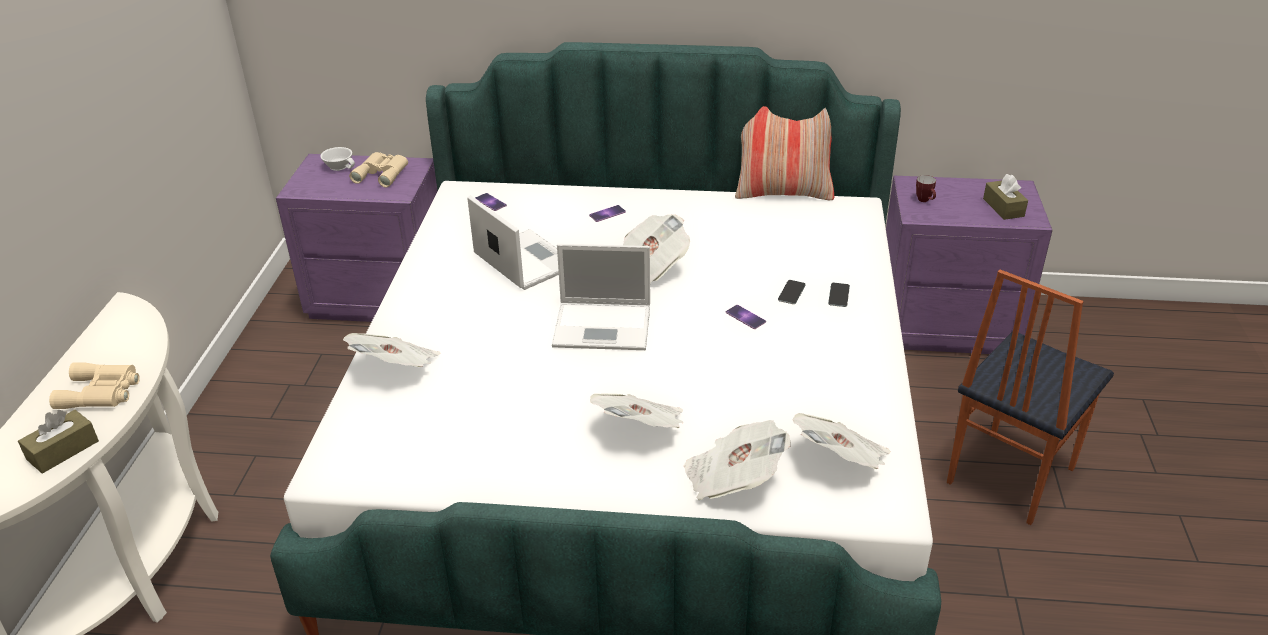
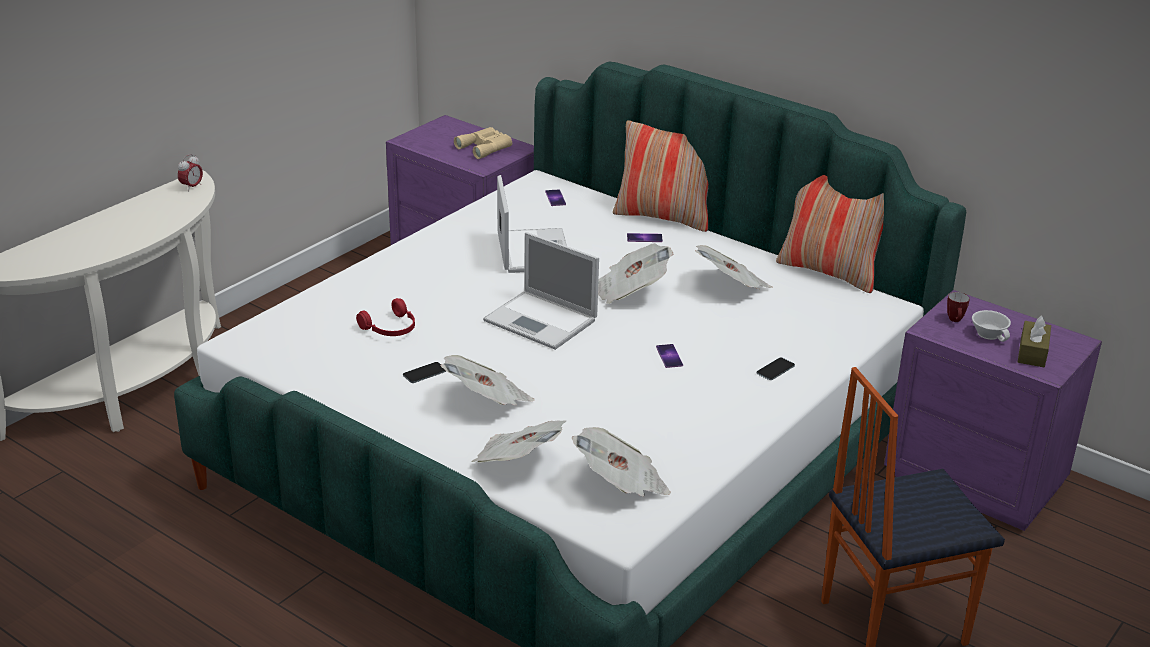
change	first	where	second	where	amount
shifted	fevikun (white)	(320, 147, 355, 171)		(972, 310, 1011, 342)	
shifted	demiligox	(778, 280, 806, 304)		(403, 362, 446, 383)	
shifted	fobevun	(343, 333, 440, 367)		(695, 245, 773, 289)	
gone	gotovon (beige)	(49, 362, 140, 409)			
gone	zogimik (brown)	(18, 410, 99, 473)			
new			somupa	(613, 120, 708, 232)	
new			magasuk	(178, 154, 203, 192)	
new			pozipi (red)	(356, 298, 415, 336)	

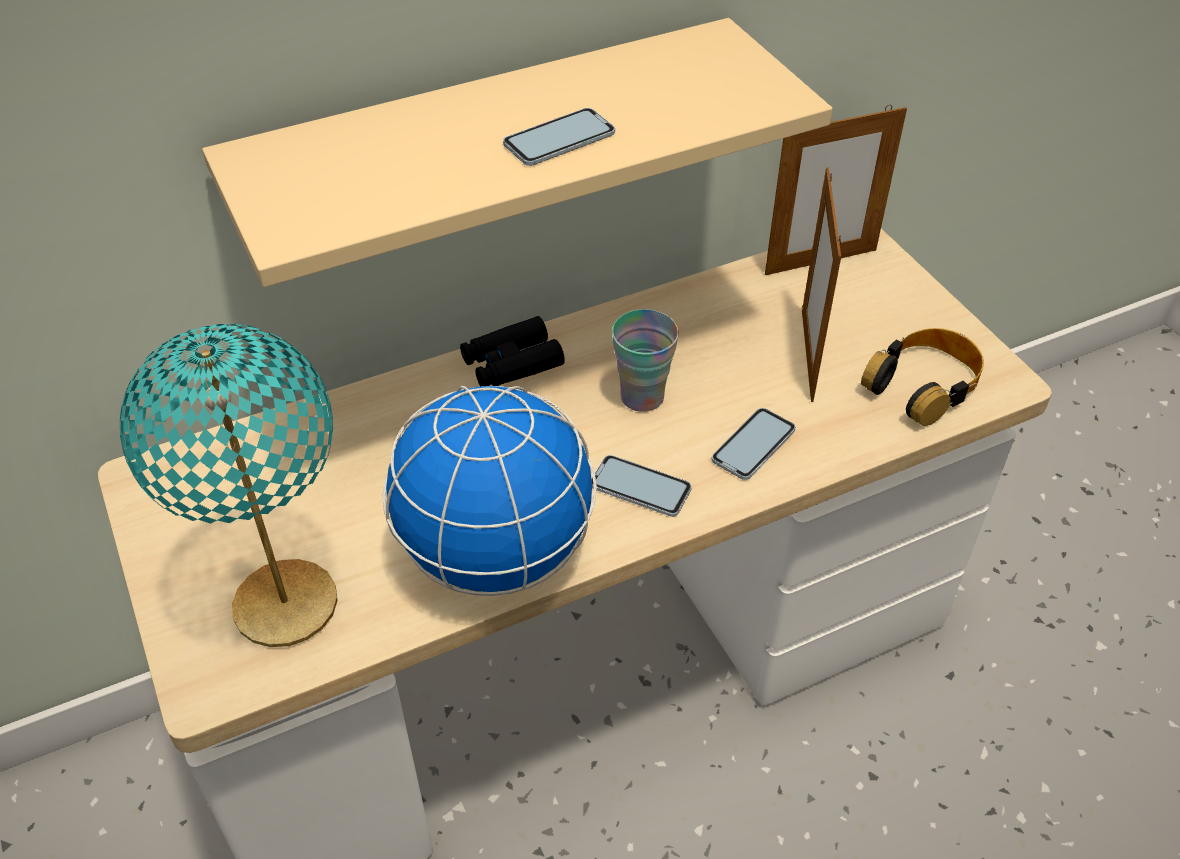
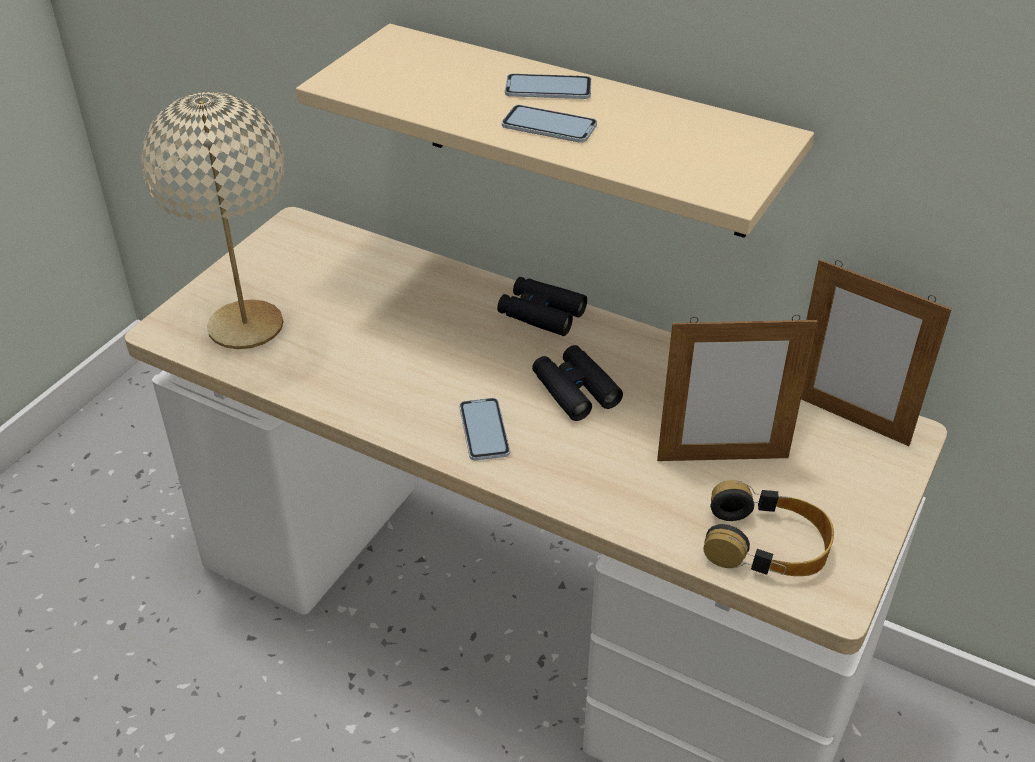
change	first	where	second	where	amount
rotated	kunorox	(802, 167, 841, 402)		(657, 315, 818, 461)	150 degrees counterclockwise
swapped	fevikun	(612, 309, 679, 412)	gotovon (black)	(532, 345, 623, 421)	
repainted	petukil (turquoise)	(120, 324, 338, 647)	petukil (beige)	(141, 92, 285, 349)	
gone	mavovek	(382, 386, 597, 596)			
shifted	demiligox	(711, 408, 796, 480)		(505, 74, 592, 99)	

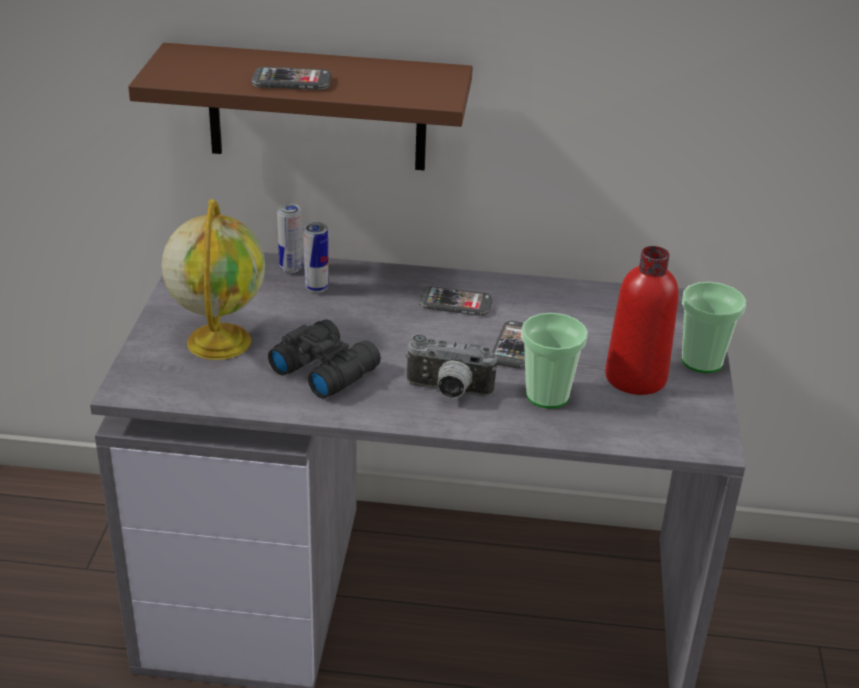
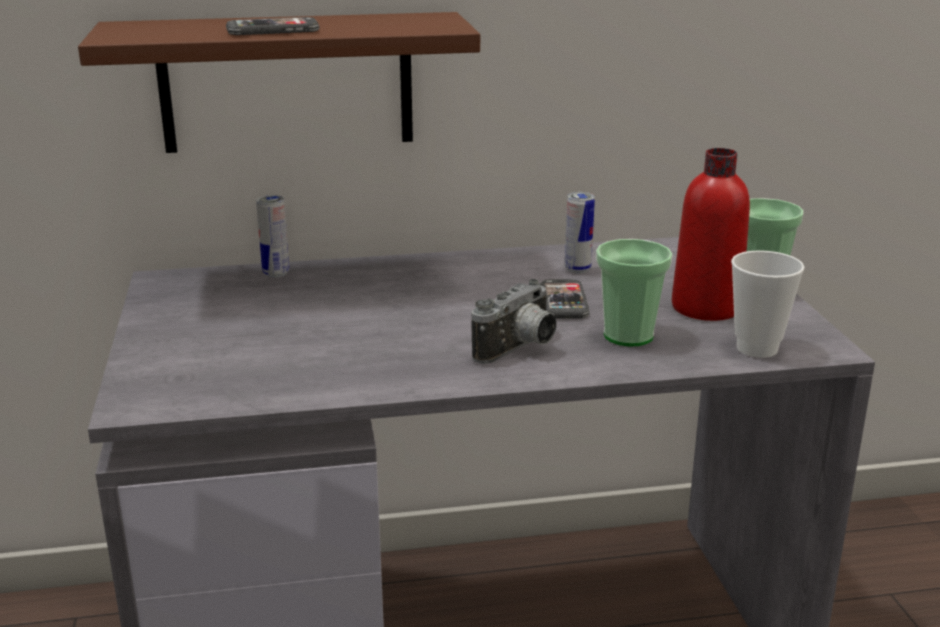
change	first	where	second	where	amount
gone	mavovek	(162, 199, 265, 360)			
shifted	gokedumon	(303, 222, 329, 293)		(565, 192, 595, 274)	
gone	demiligox	(419, 286, 493, 316)			
gone	gotovon (black)	(268, 319, 381, 398)			
rotated	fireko	(405, 335, 497, 398)		(471, 279, 557, 364)	45 degrees counterclockwise
new			fevikun	(731, 250, 804, 358)	

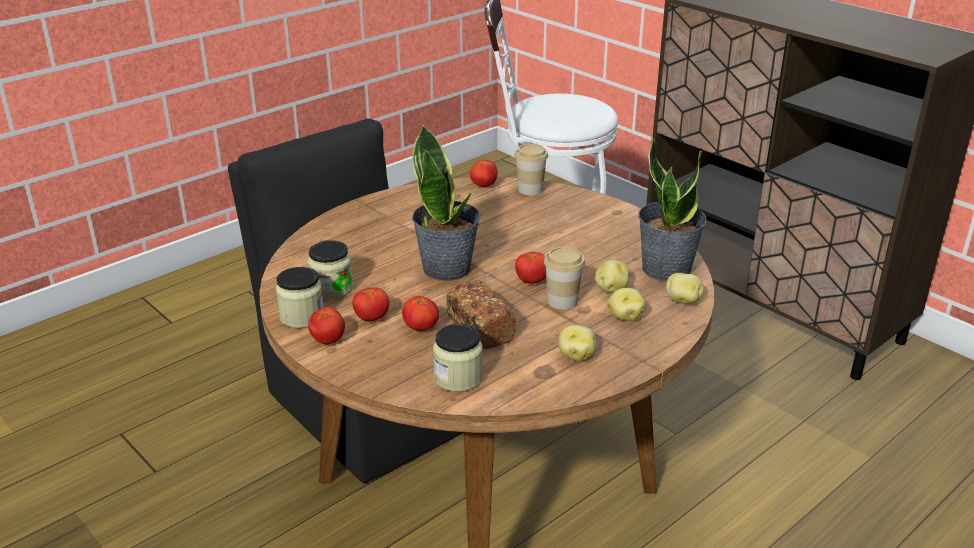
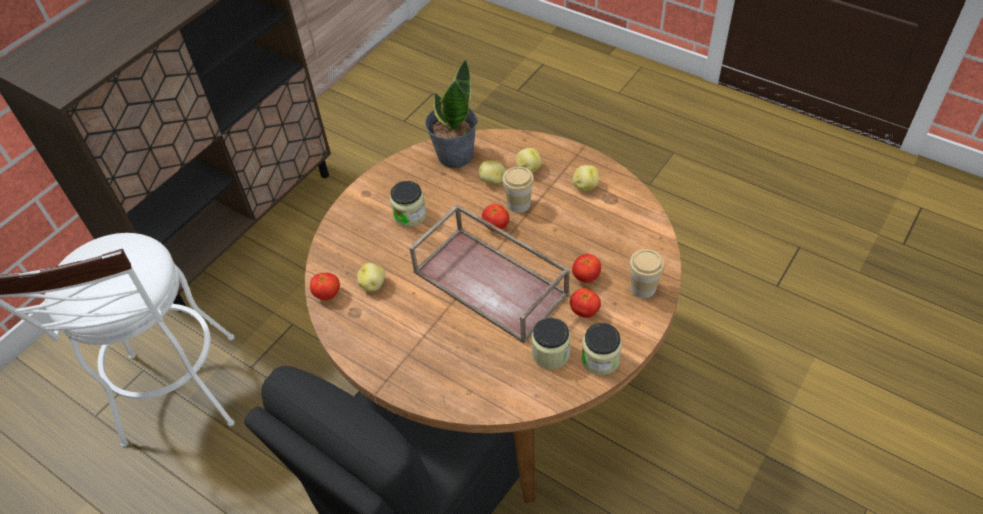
change	first	where	second	where	amount
swapped	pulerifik	(412, 124, 481, 281)	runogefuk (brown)	(409, 204, 570, 343)	
shifted	fevikun	(514, 144, 548, 195)		(629, 249, 664, 298)	
shifted	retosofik	(666, 273, 704, 304)		(357, 263, 385, 292)	
gone	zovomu	(446, 280, 516, 349)			
gone	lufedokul	(308, 308, 345, 344)			
shifted	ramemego	(433, 324, 483, 392)		(390, 181, 426, 227)	

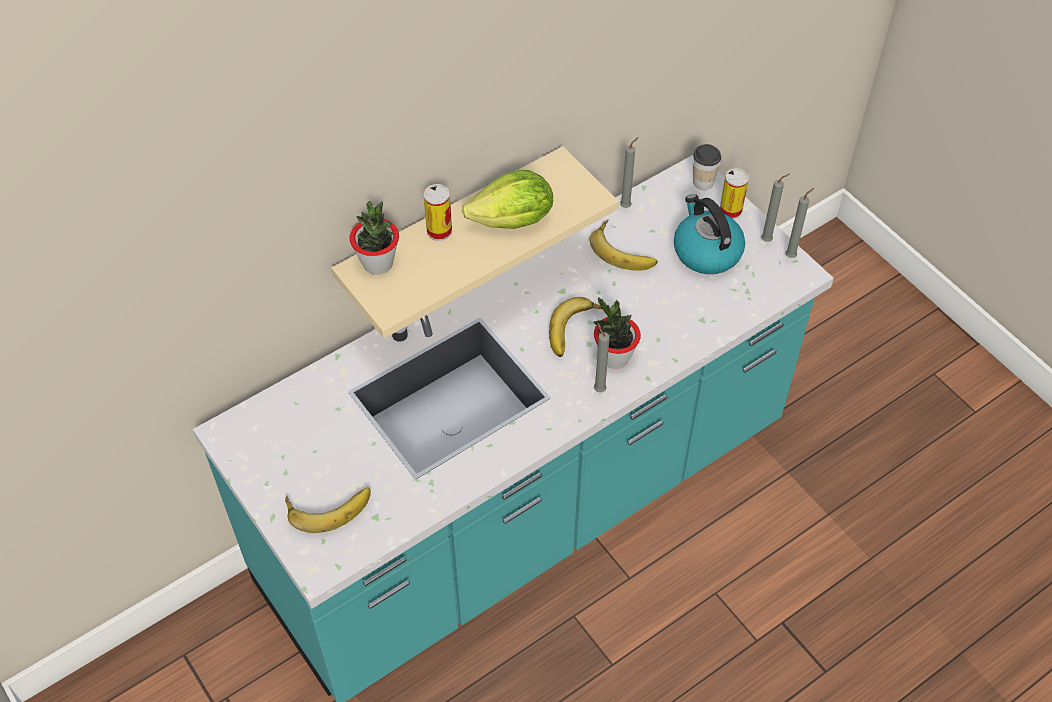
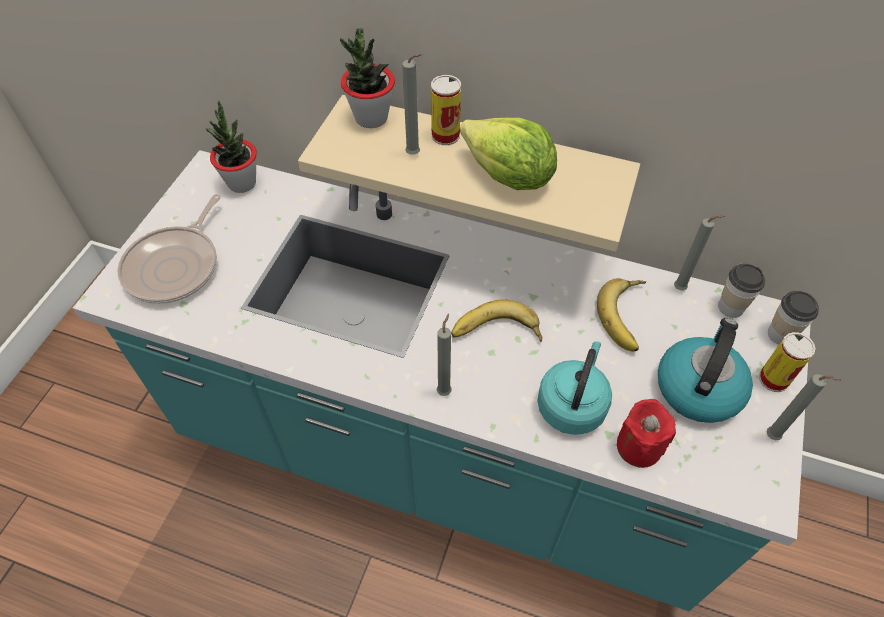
change	first	where	second	where	amount
shifted	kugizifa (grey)	(785, 188, 814, 258)		(402, 54, 422, 155)	
shifted	pulerifik	(594, 297, 641, 369)		(206, 100, 257, 193)	
swapped	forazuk	(285, 487, 371, 533)	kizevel	(117, 194, 221, 304)	
new			fevikun	(718, 264, 765, 318)	
new			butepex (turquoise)	(537, 341, 612, 435)	
new			kugizifa (red)	(617, 399, 676, 468)	

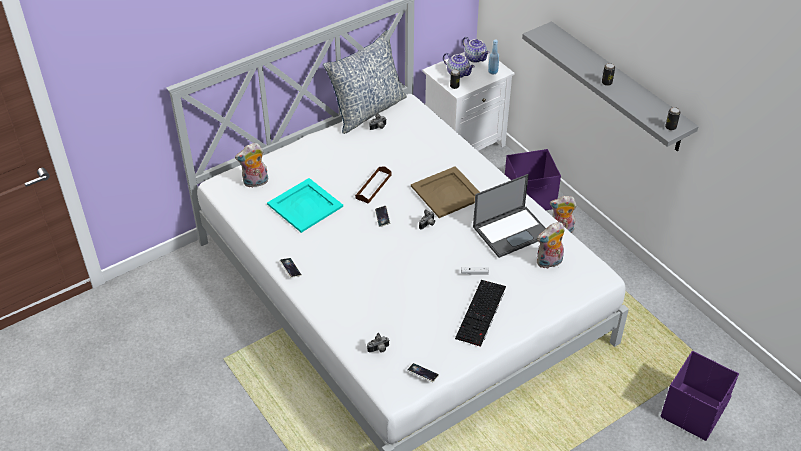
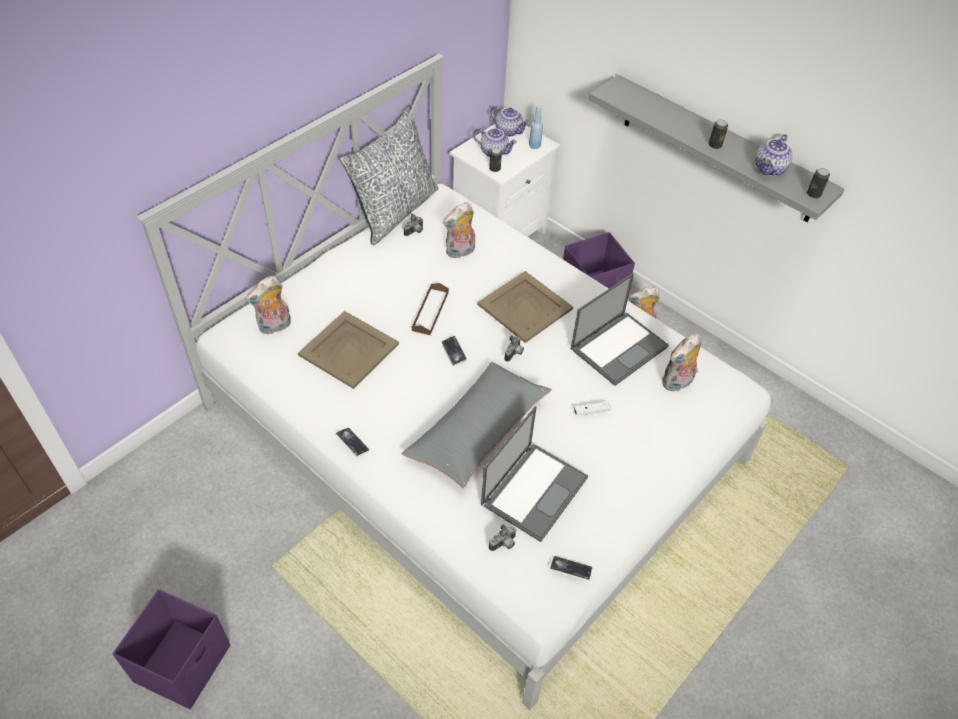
change	first	where	second	where	amount
repainted	runogefuk (turquoise)	(267, 178, 343, 233)	runogefuk (beige)	(298, 311, 399, 389)	
gone	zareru	(455, 280, 506, 347)			
shifted	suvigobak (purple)	(661, 351, 739, 441)		(112, 589, 230, 709)	
new			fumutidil	(755, 134, 793, 176)	
new			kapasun	(443, 202, 475, 258)	
new			somupa (grey)	(402, 362, 552, 488)	
new			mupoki	(481, 406, 588, 542)	

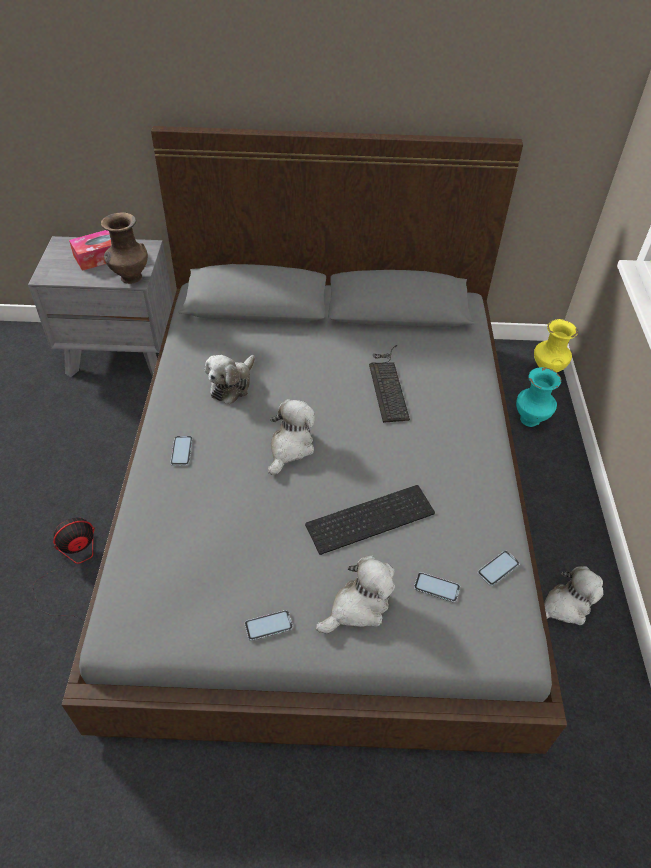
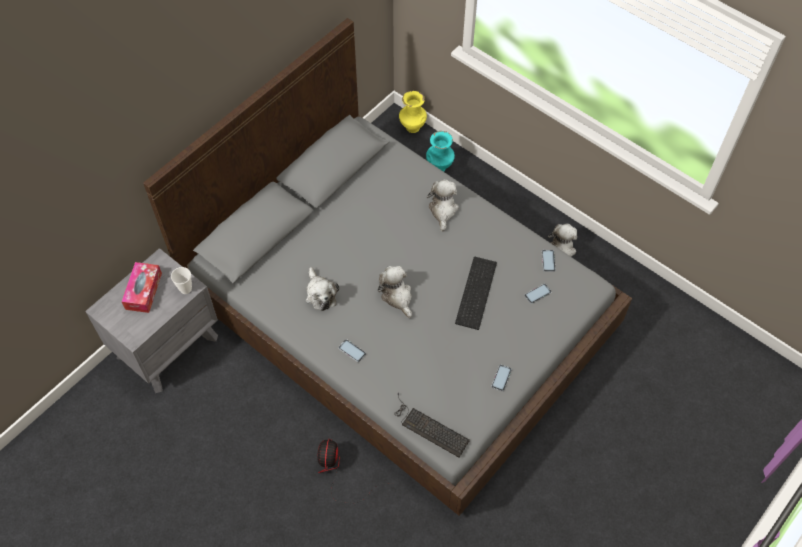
change	first	where	second	where	amount
swapped	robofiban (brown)	(101, 212, 148, 284)	fevikun	(171, 267, 192, 294)	
shifted	zareru	(369, 345, 410, 423)		(394, 393, 470, 457)	
shifted	kapasun	(316, 555, 395, 634)		(427, 179, 459, 232)	

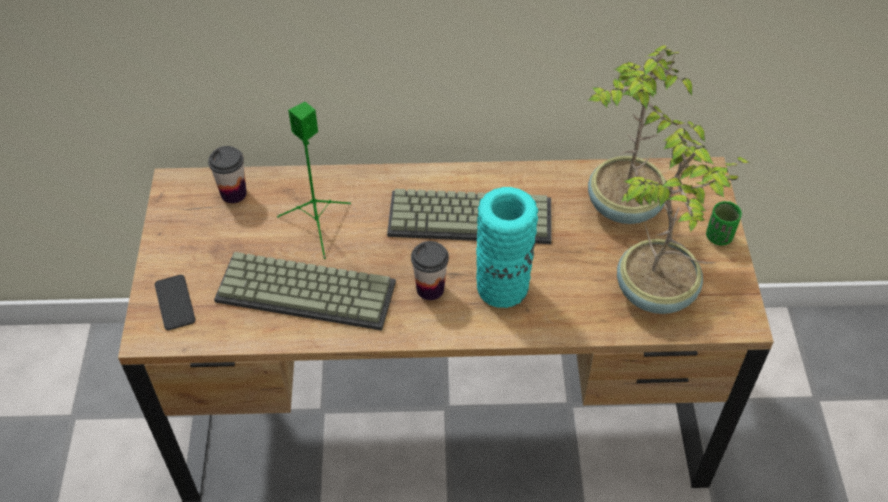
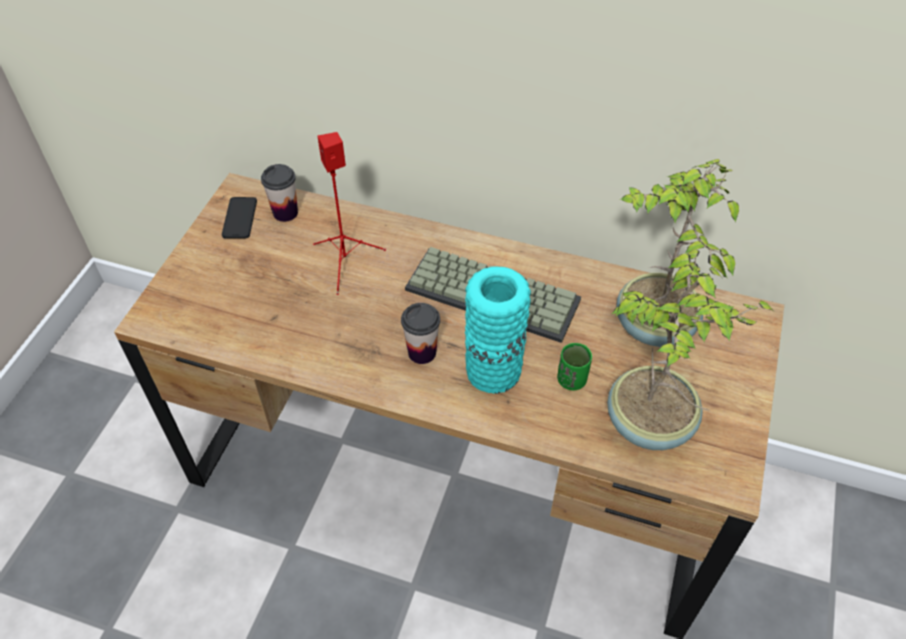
change	first	where	second	where	amount
repainted	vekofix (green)	(277, 102, 351, 259)	vekofix (red)	(313, 132, 386, 295)	
shifted	fevikun (green)	(706, 201, 742, 246)		(557, 343, 592, 390)	
gone	zareru	(214, 252, 396, 331)			
shifted	demiligox	(155, 275, 195, 330)		(222, 197, 257, 239)	

